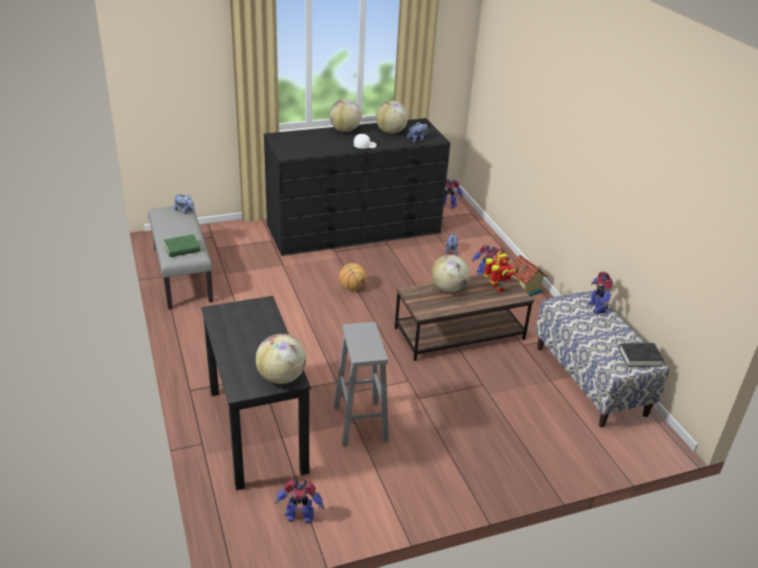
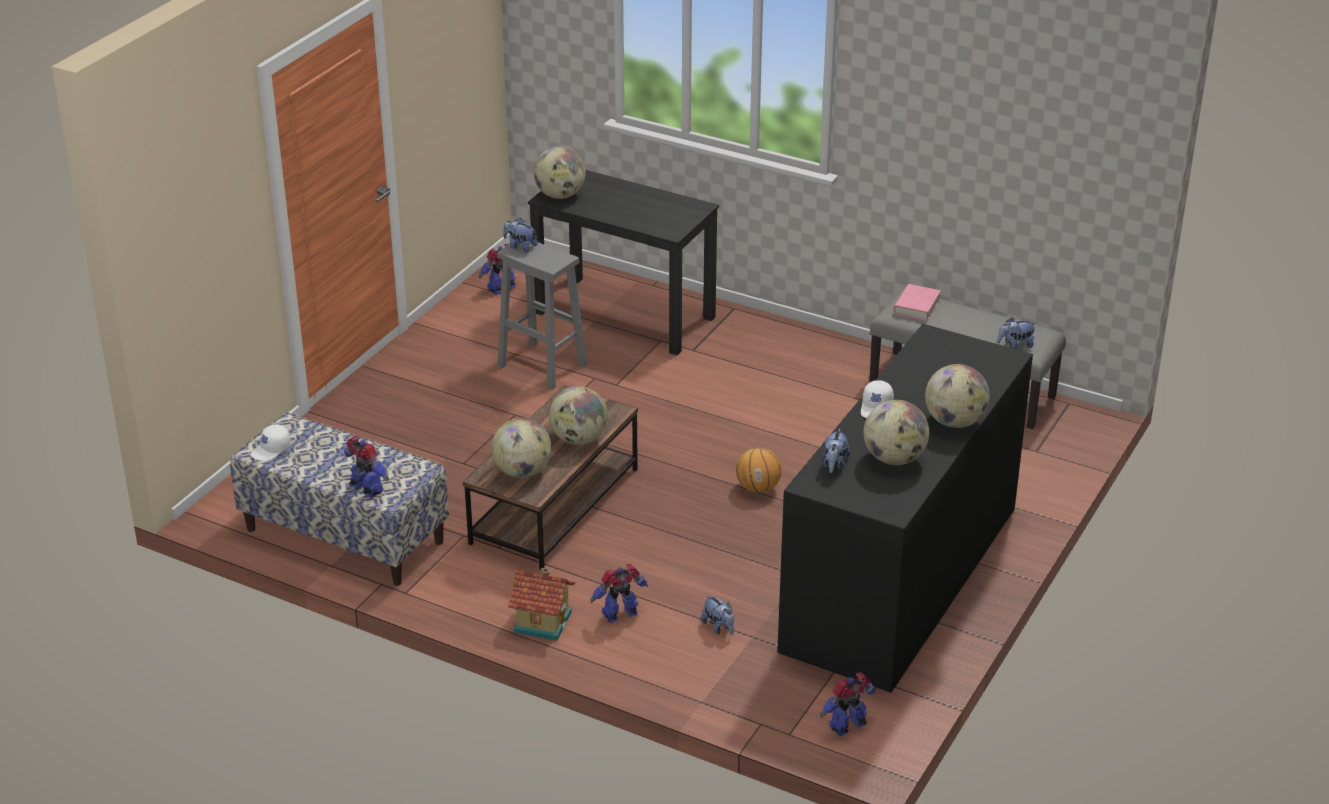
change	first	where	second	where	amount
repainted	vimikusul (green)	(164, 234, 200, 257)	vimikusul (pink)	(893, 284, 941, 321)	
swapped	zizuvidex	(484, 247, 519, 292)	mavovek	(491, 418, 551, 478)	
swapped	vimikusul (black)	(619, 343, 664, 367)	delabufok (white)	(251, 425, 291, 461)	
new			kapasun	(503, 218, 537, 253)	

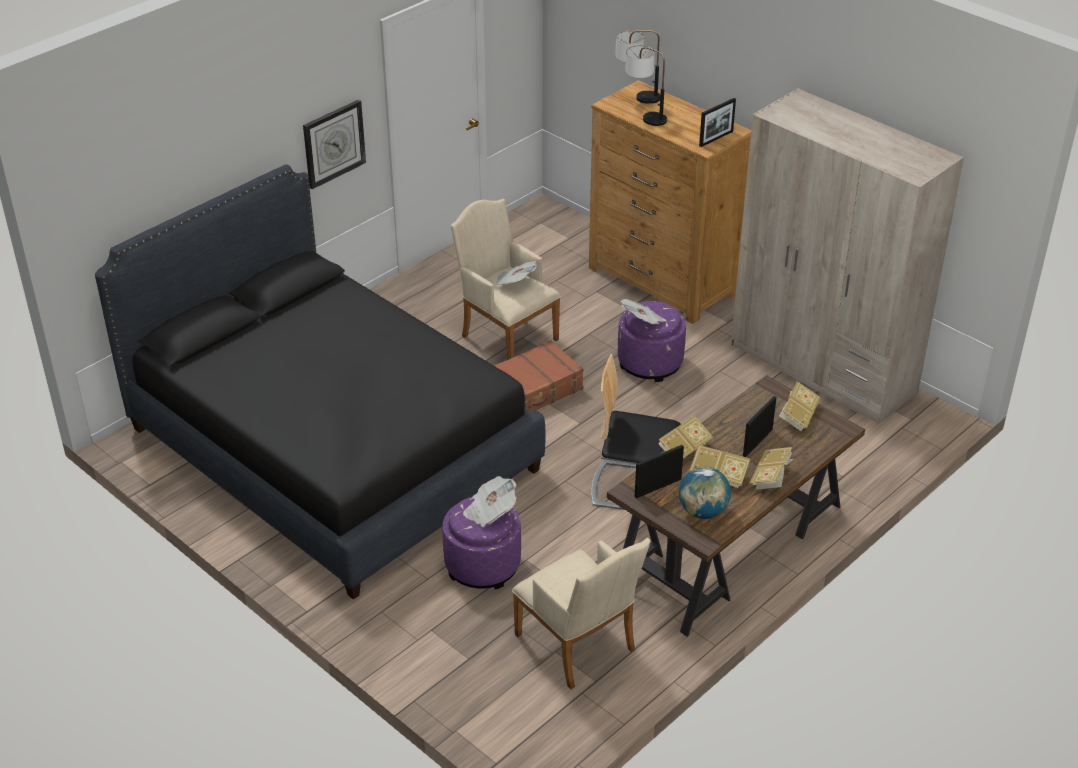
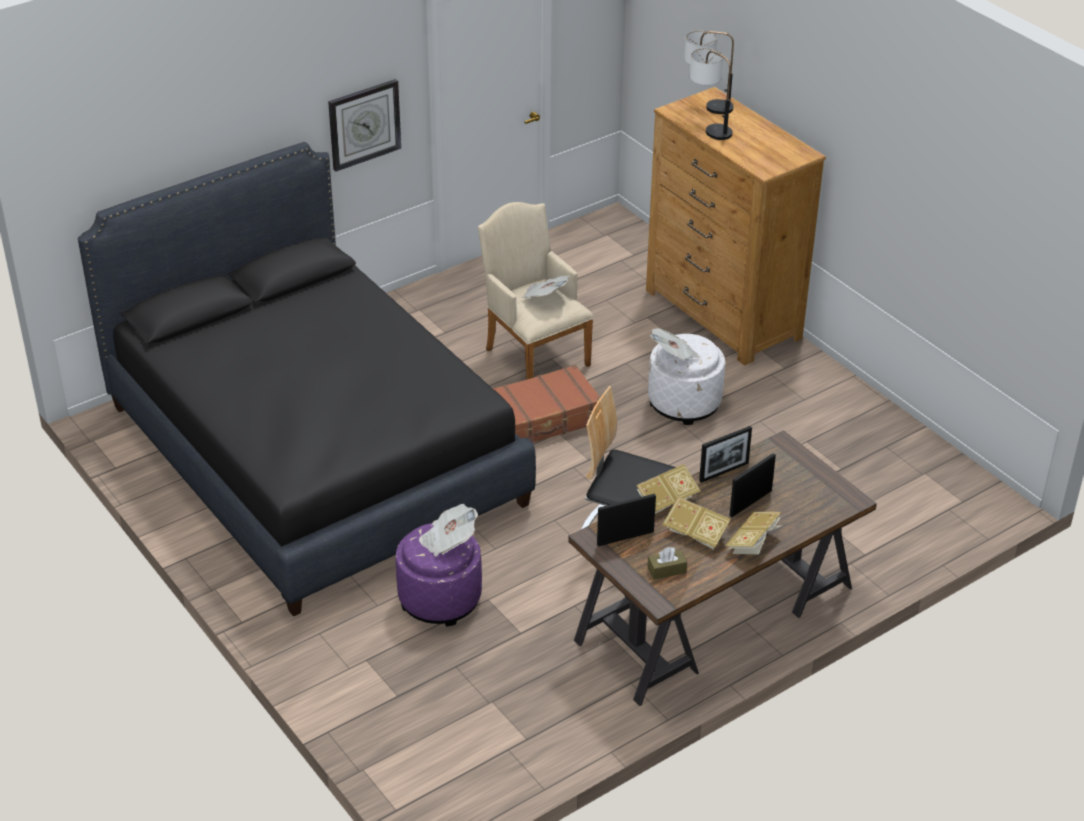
change	first	where	second	where	amount
gone	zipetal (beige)	(731, 88, 964, 425)			
shifted	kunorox	(699, 98, 736, 147)		(699, 426, 752, 483)	
repainted	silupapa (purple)	(618, 301, 686, 382)	silupapa (white)	(648, 334, 725, 425)	
gone	vimikusul	(779, 381, 821, 431)			
swapped	mavovek	(679, 466, 731, 519)	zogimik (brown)	(647, 547, 687, 580)	
gone	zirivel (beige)	(512, 538, 650, 689)			

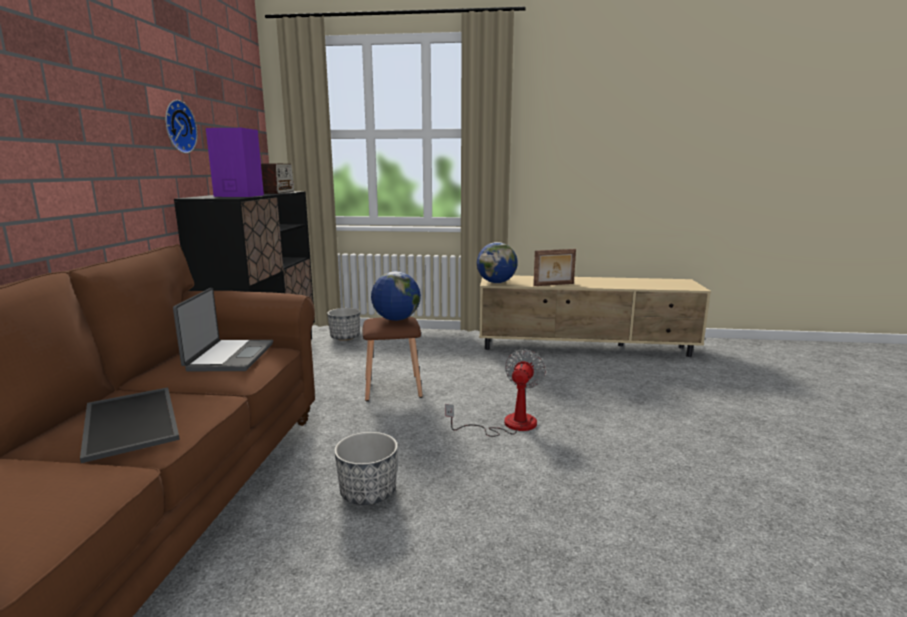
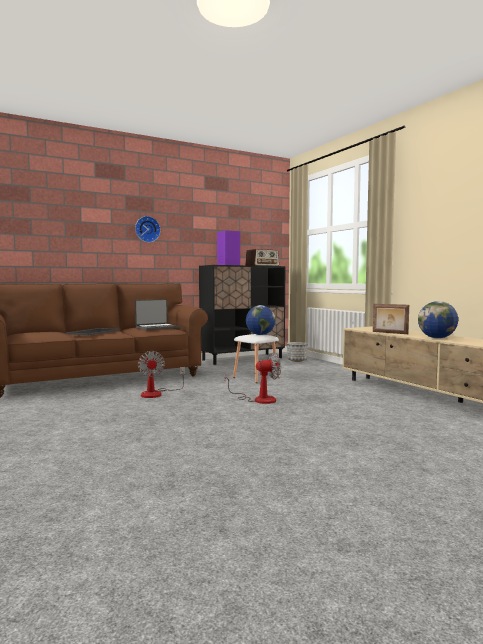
change	first	where	second	where	amount
shifted	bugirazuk	(165, 100, 198, 154)		(135, 216, 161, 243)	
shifted	mavovek	(477, 242, 518, 283)		(418, 301, 458, 339)	
repainted	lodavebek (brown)	(362, 317, 423, 401)	lodavebek (white)	(233, 334, 280, 383)	
swapped	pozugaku	(334, 432, 398, 505)	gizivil	(138, 351, 185, 398)	

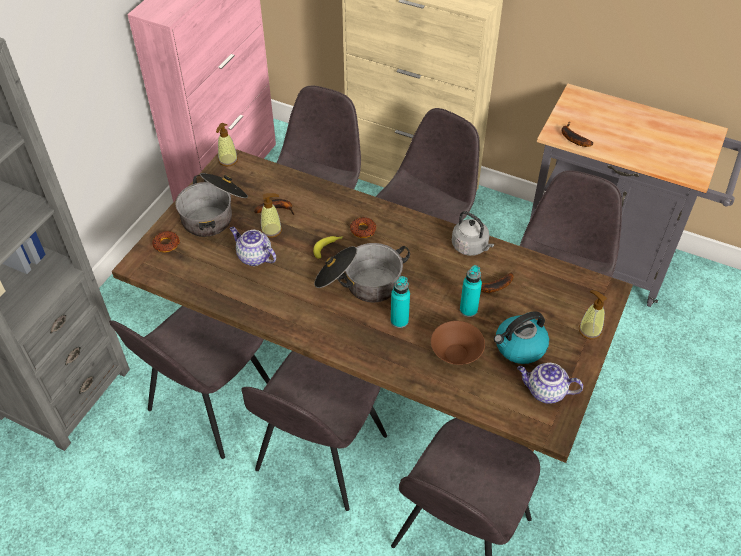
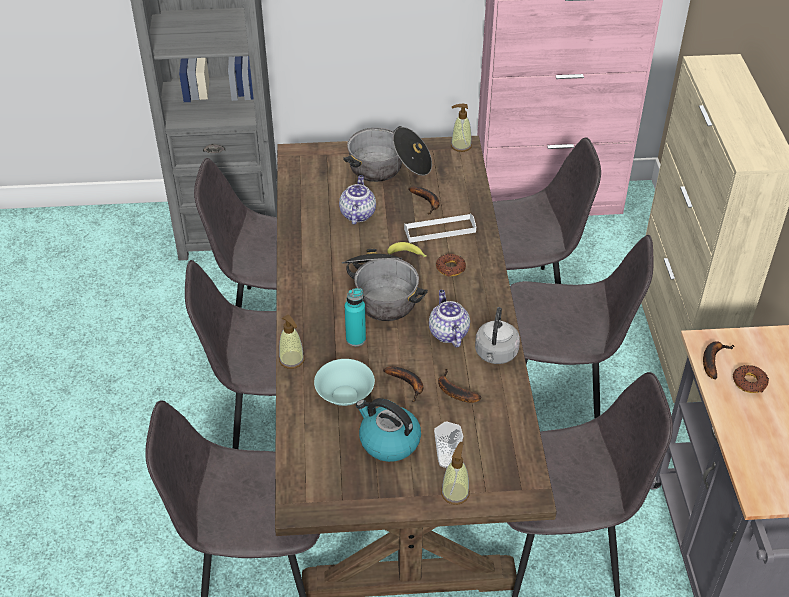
change	first	where	second	where	amount
shifted	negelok	(261, 193, 282, 238)		(279, 314, 305, 369)	
shifted	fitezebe	(152, 231, 180, 252)		(733, 365, 769, 393)	
swapped	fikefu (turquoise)	(460, 265, 482, 317)	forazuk	(383, 366, 423, 402)	
repainted	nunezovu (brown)	(431, 321, 485, 365)	nunezovu (turquoise)	(314, 359, 375, 406)	
shifted	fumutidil	(517, 363, 583, 404)		(429, 290, 470, 347)	
new			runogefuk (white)	(404, 213, 476, 243)	
new			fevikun	(434, 421, 463, 468)	

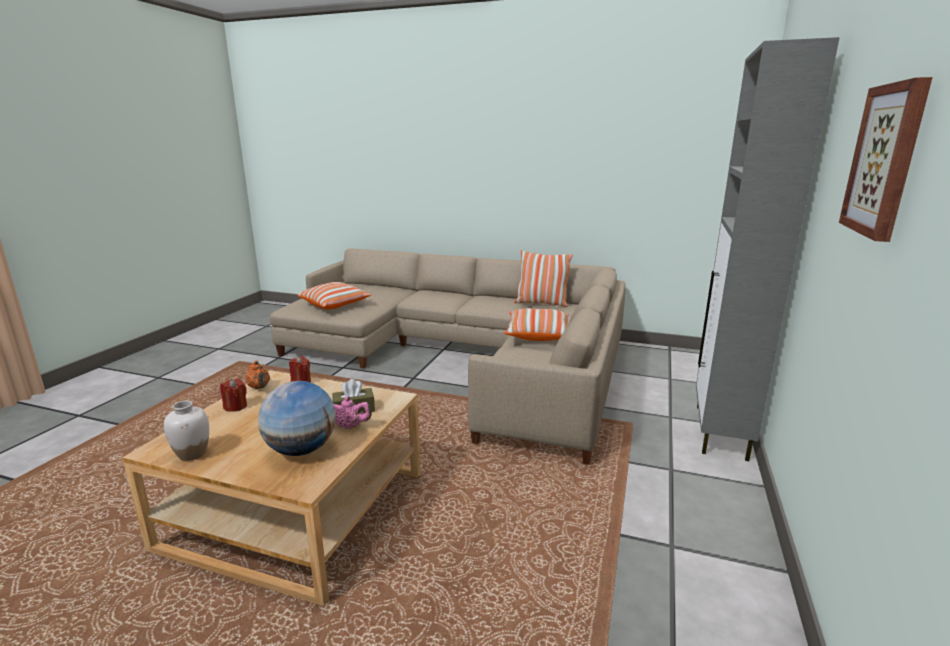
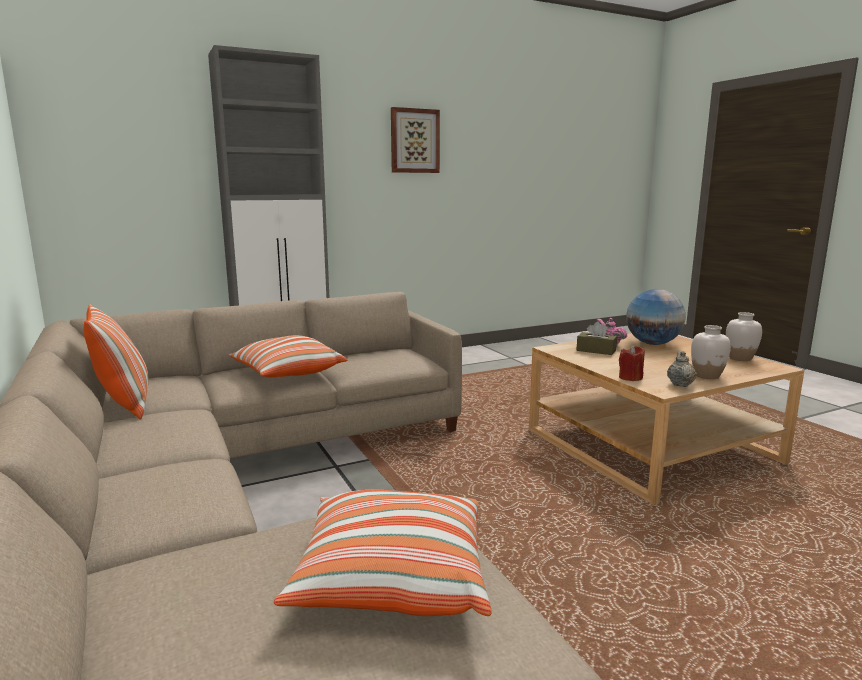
change	first	where	second	where	amount
repainted	fumutidil (orange)	(245, 361, 270, 389)	fumutidil (beige)	(667, 350, 697, 387)	
swapped	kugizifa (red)	(220, 379, 247, 412)	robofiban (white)	(691, 325, 731, 379)	

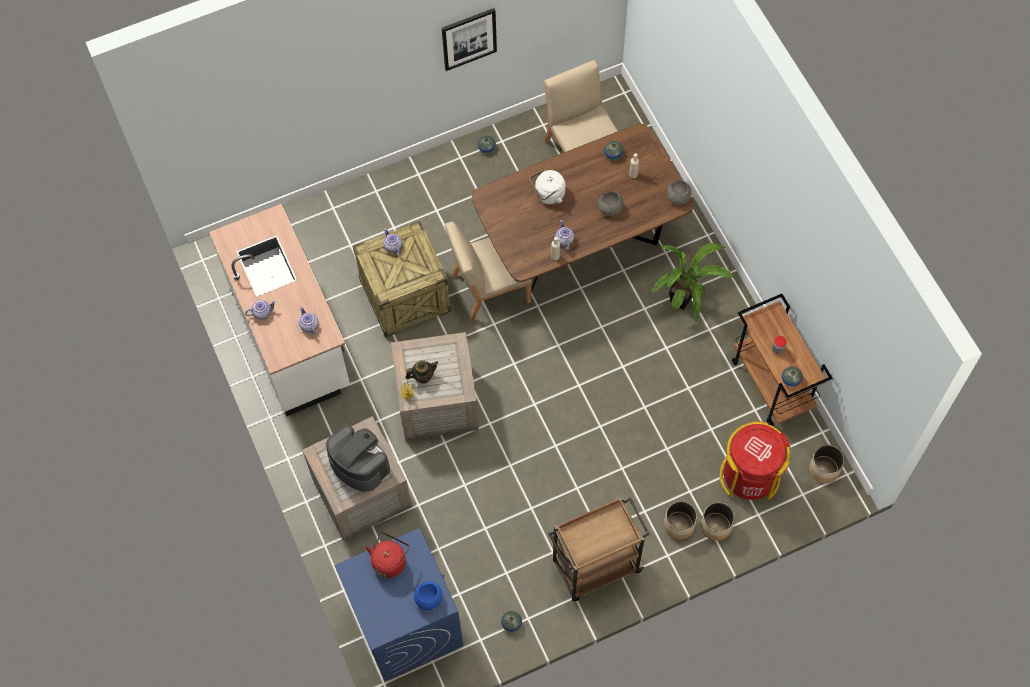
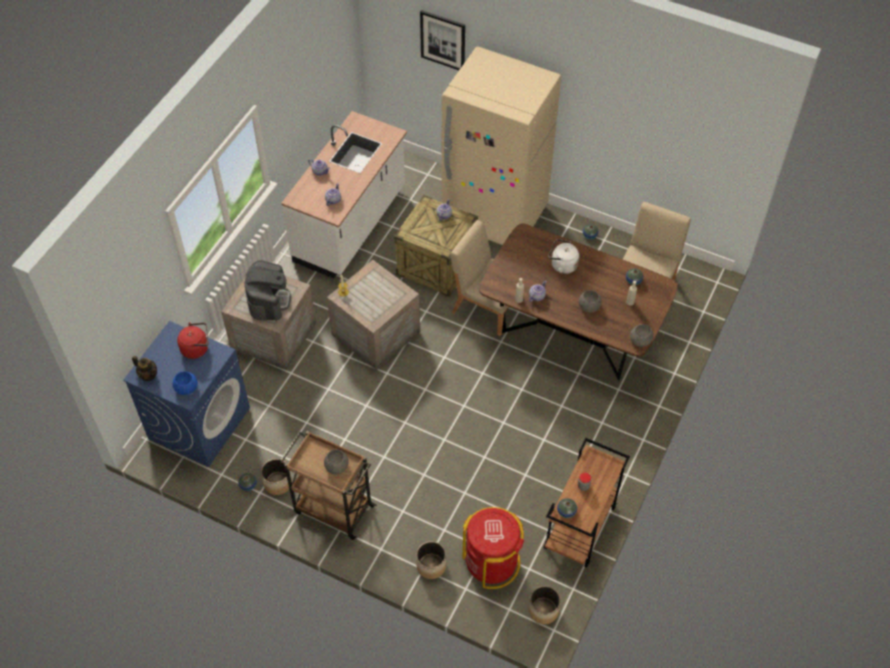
change	first	where	second	where	amount
shifted	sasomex	(442, 8, 497, 71)		(420, 10, 465, 70)	
gone	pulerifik	(649, 243, 736, 323)			
shifted	fumutidil	(405, 360, 438, 384)		(132, 356, 157, 381)	
shifted	pozugaku	(664, 501, 697, 540)		(261, 459, 292, 495)	
new			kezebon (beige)	(442, 46, 561, 245)	
new			nunezovu (grey)	(324, 449, 348, 474)	

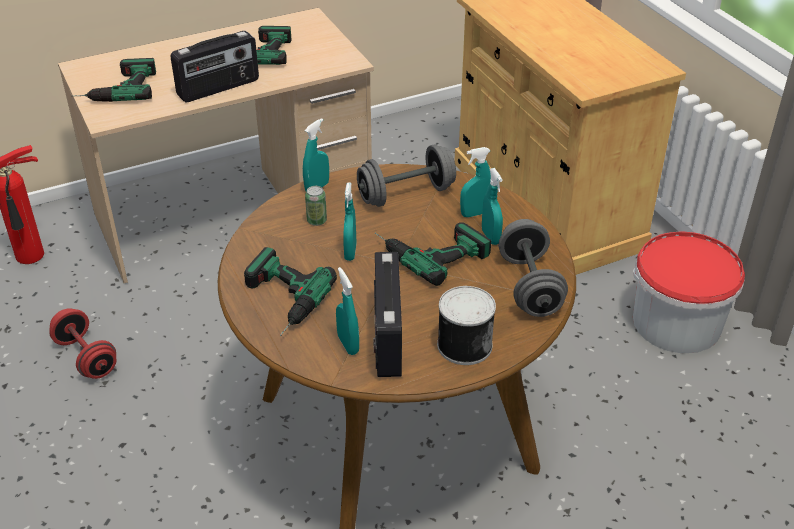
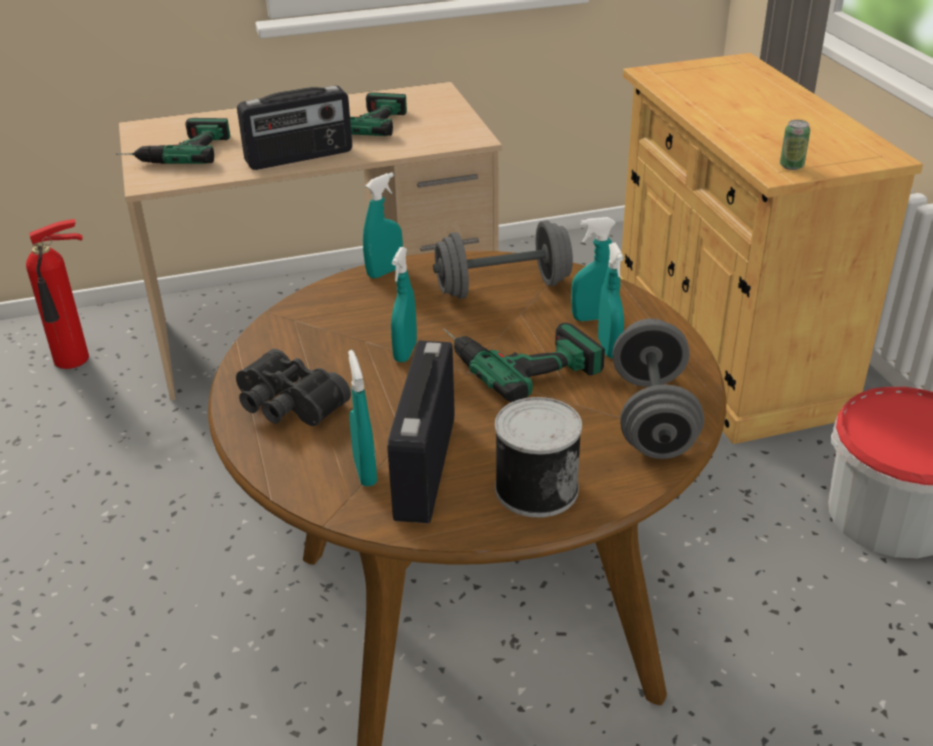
change	first	where	second	where	amount
shifted	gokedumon	(305, 186, 327, 226)		(780, 120, 810, 170)	
swapped	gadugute	(244, 247, 337, 336)	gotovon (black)	(236, 349, 351, 426)	
gone	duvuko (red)	(49, 308, 116, 379)			

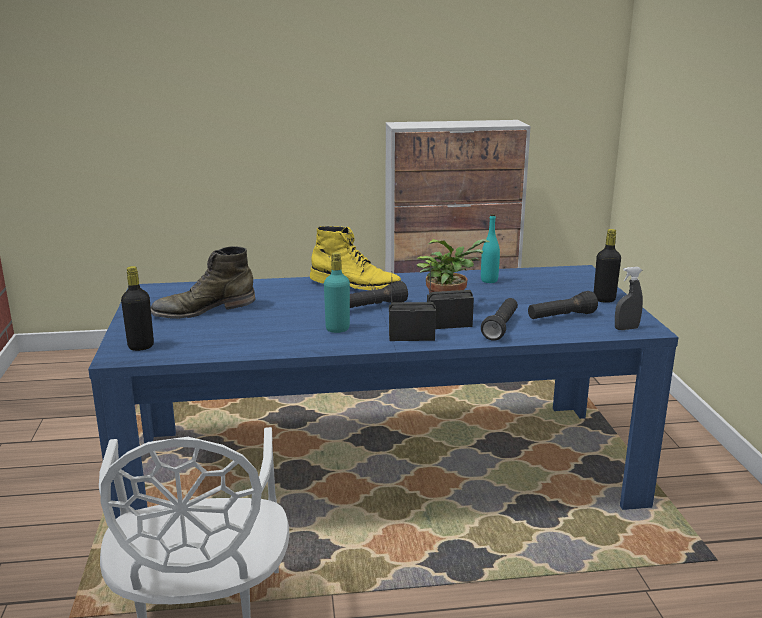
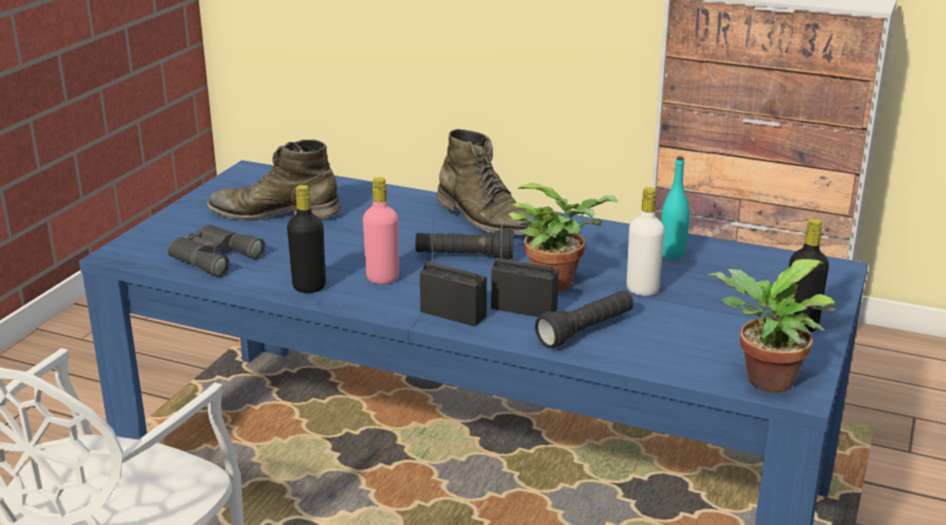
change	first	where	second	where	amount
repainted	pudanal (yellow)	(310, 226, 401, 290)	pudanal (green)	(436, 129, 535, 235)	
repainted	fikefu (turquoise)	(324, 252, 350, 333)	fikefu (pink)	(363, 177, 399, 284)	
shifted	fikefu (black)	(121, 266, 154, 351)		(287, 185, 326, 293)	
swapped	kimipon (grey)	(615, 267, 643, 330)	pulerifik	(708, 259, 836, 393)	
gone	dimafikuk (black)	(528, 291, 598, 319)			
new			fikefu (white)	(627, 187, 665, 296)	
new			gotovon (grey)	(168, 225, 266, 278)	

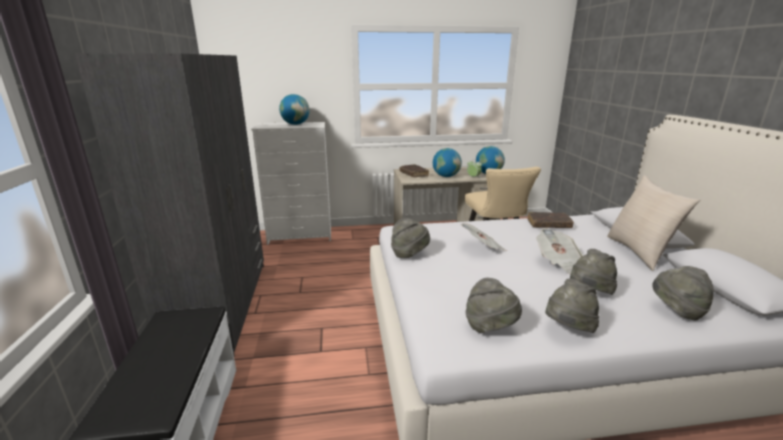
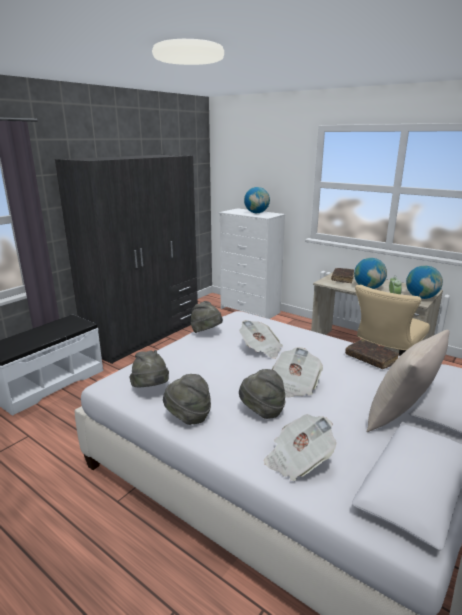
change	first	where	second	where	amount
swapped	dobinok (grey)	(652, 266, 714, 321)	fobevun	(264, 414, 336, 481)	

